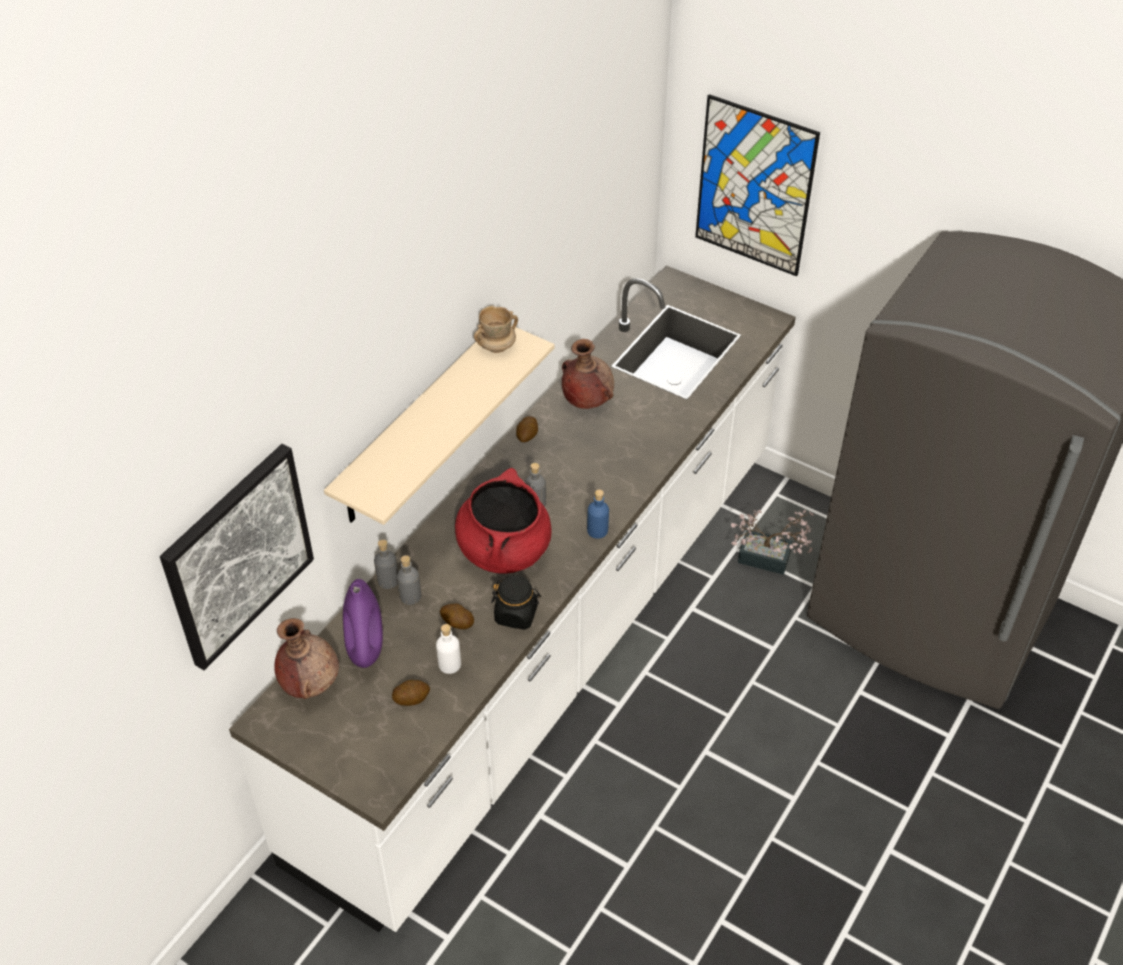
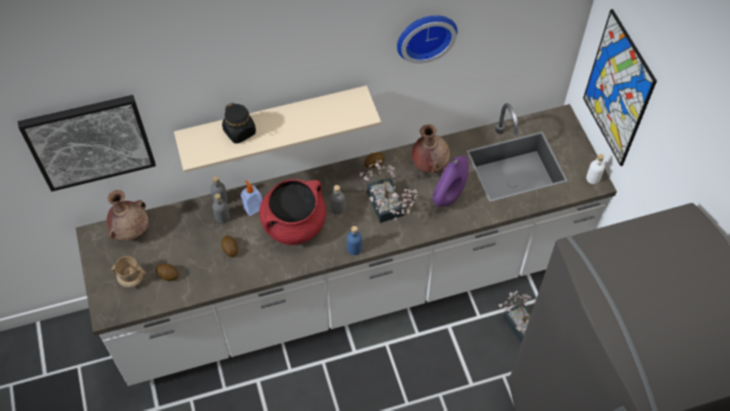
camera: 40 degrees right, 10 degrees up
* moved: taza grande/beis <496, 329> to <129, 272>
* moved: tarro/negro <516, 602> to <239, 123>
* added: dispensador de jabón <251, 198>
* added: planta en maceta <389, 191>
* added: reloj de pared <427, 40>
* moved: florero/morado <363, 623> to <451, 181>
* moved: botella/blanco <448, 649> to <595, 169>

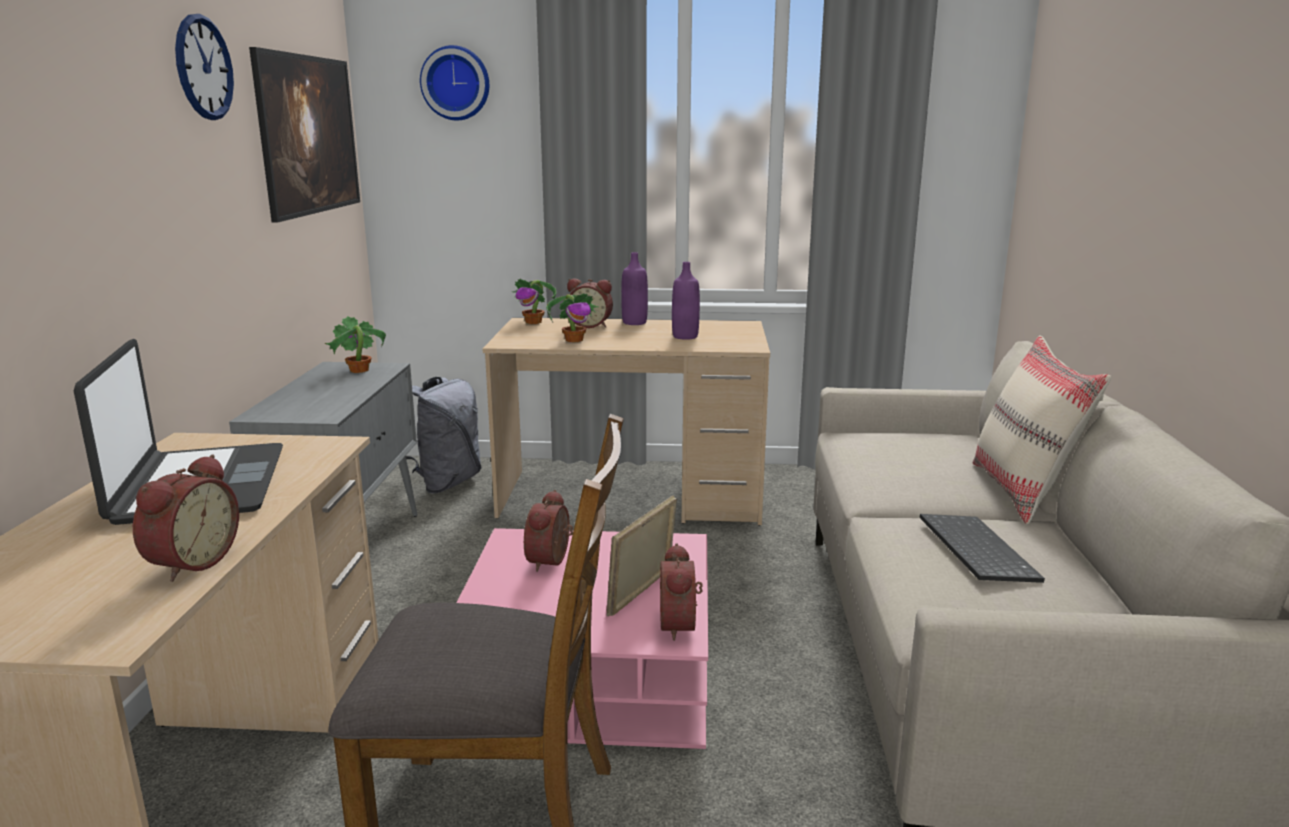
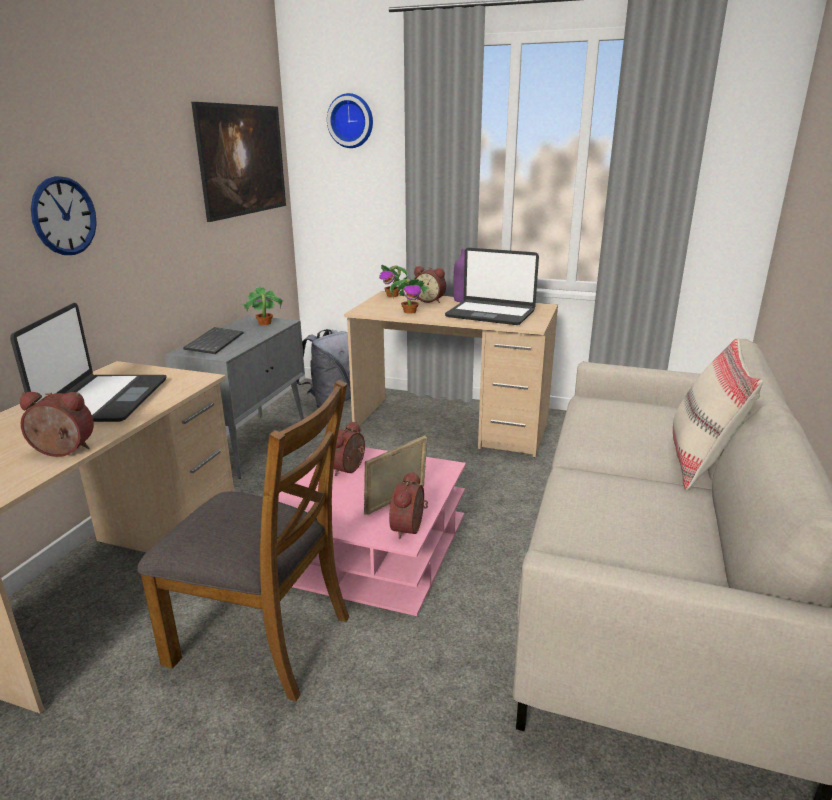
camera: 15 degrees right, 5 degrees up
* turned: despertador <186, 518> = <57, 424> 120 degrees counterclockwise
* moved: reloj de pared <204, 67> to <64, 215>
* moved: teclado <982, 548> to <213, 340>
* replaced: botella/morado <686, 301> to portátil <492, 286>

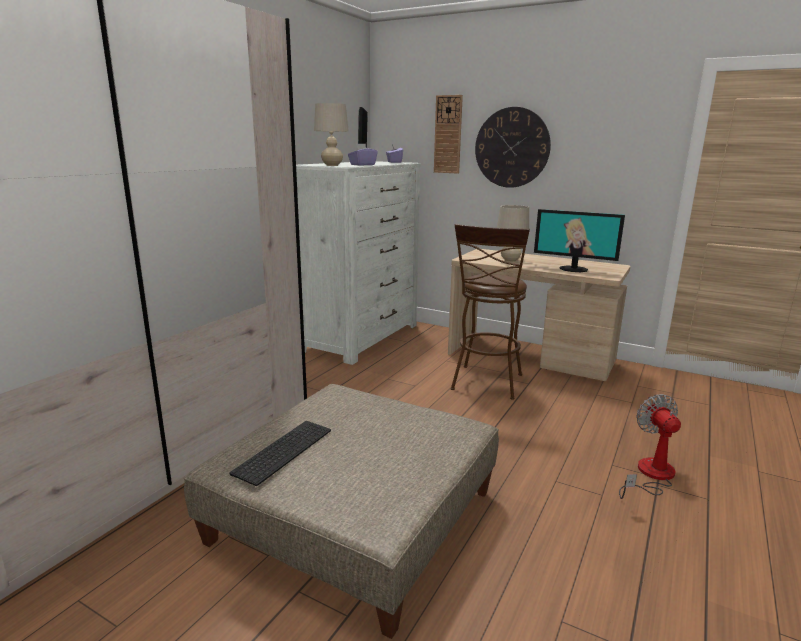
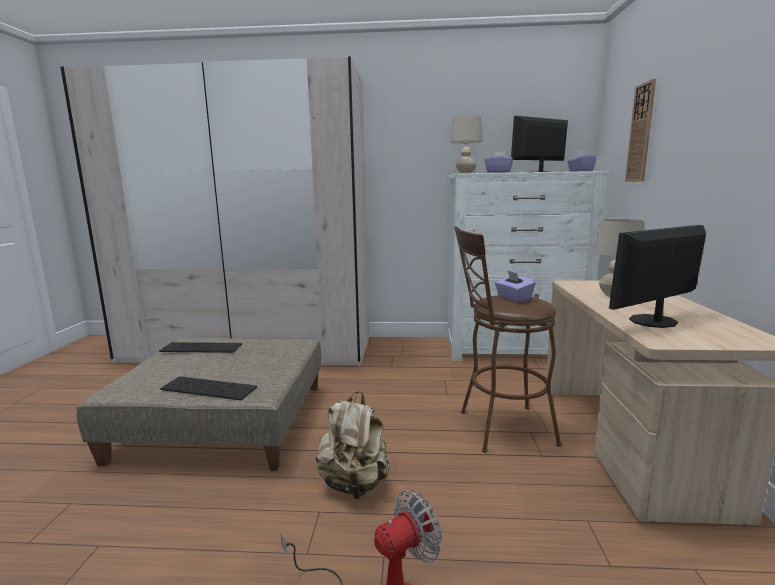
camera: 65 degrees right, 5 degrees down
* added: teclado <208, 388>
* added: mochila/beis <353, 445>
* added: caja de pañuelos/morado <515, 286>
* turned: monitor <579, 240> = <657, 276> 60 degrees clockwise
* removed: reloj de pared <513, 147>

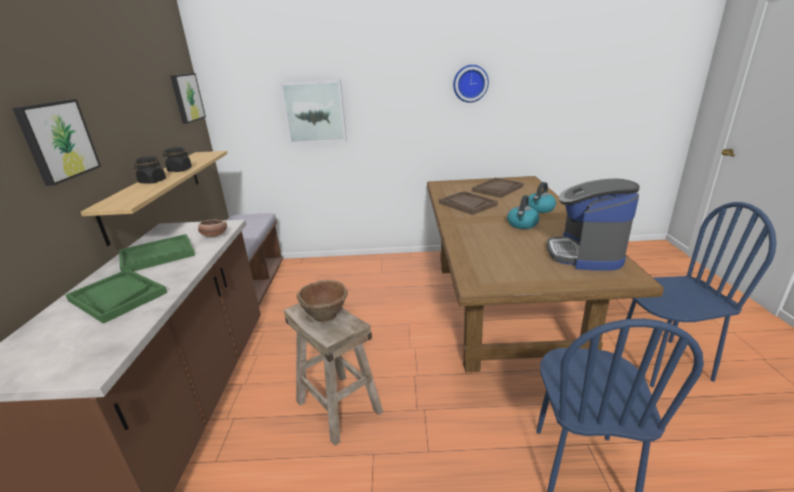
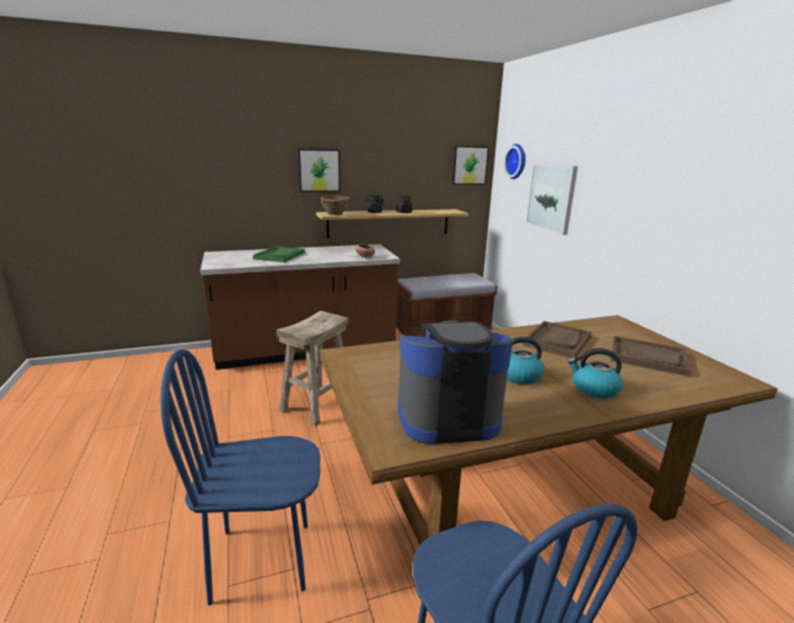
camera: 70 degrees right, 5 degrees down
* moved: cuenco/marrón <322, 301> to <335, 205>
* moved: reloj de pared <471, 84> to <515, 161>
* removed: bandeja/verde <157, 253>

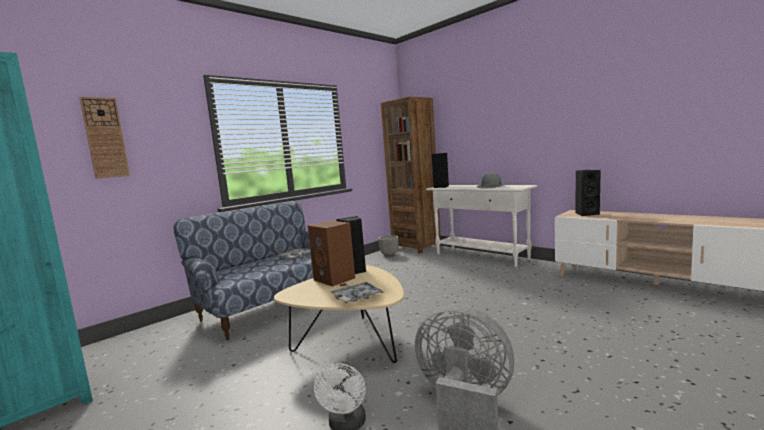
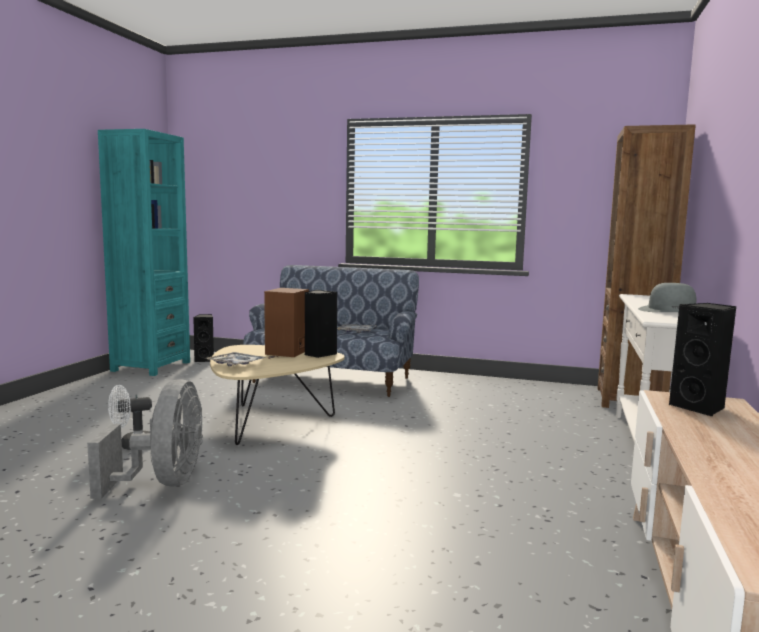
camera: 60 degrees right, 0 degrees up
* moved: altavoz/negro <440, 170> to <203, 338>
* removed: reloj de pared <104, 138>
* removed: maceta <388, 246>

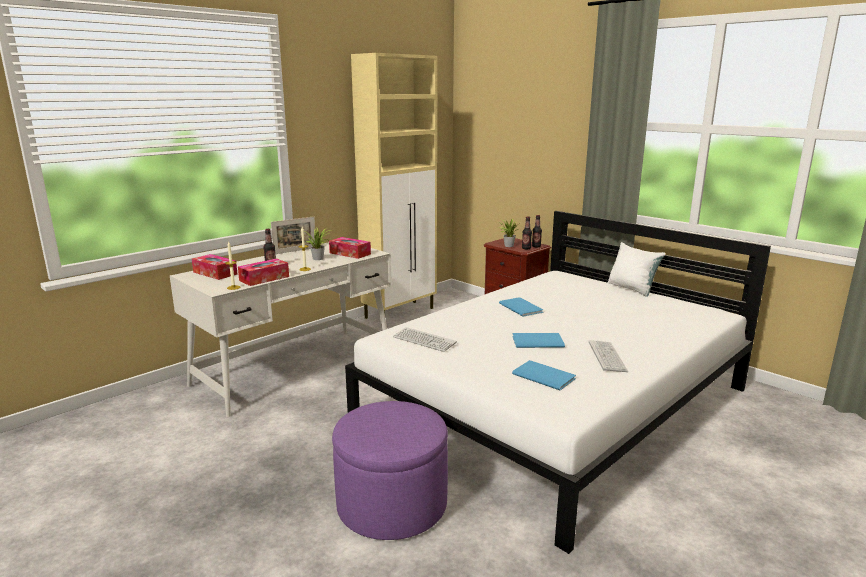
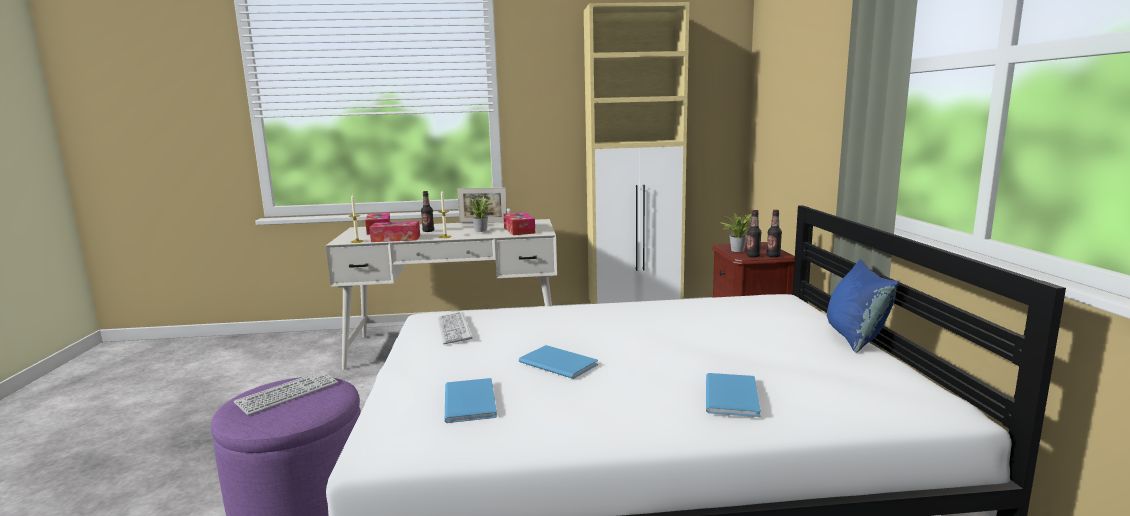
camera: 40 degrees right, 5 degrees down
* moved: teclado <608, 356> to <286, 393>
* moved: libro/azul <521, 307> to <733, 395>
* recoloured: cojín/blanco <636, 269> to cojín/azul <862, 306>

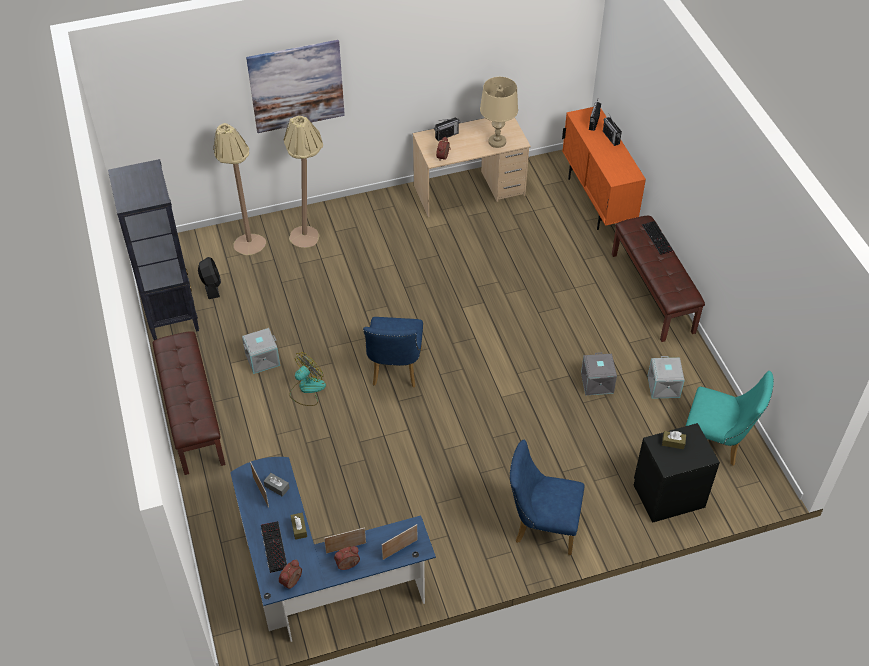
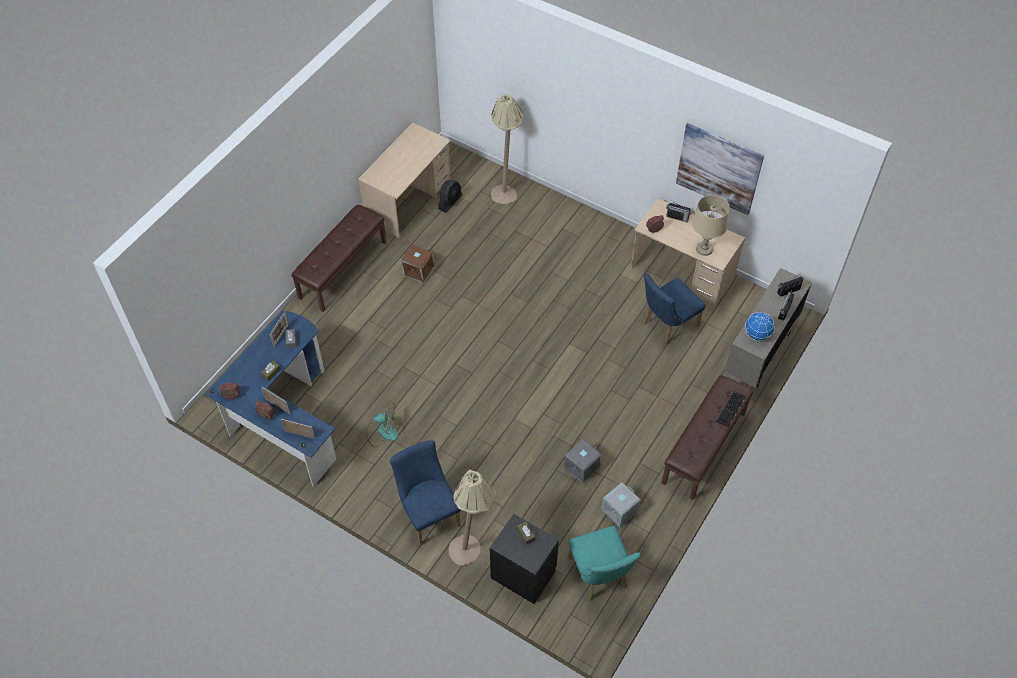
camera: 50 degrees right, 5 degrees up
* replaced: estantería/negro <153, 249> to escritorio/beis <404, 180>
* moved: ventilador <307, 379> to <382, 424>
* recoloured: caja de almacenaje/gris <261, 351> to caja de almacenaje/marrón <417, 264>
* moved: lámpara de pie/beis <303, 182> to <473, 517>
* moved: silla/azul <393, 352> to <674, 309>
* moved: cuadro <295, 86> to <720, 169>
* recoloured: armario/naranja <604, 168> to armario/beis <768, 328>
* added: globo terráqueo <760, 326>
* removed: teclado <274, 547>

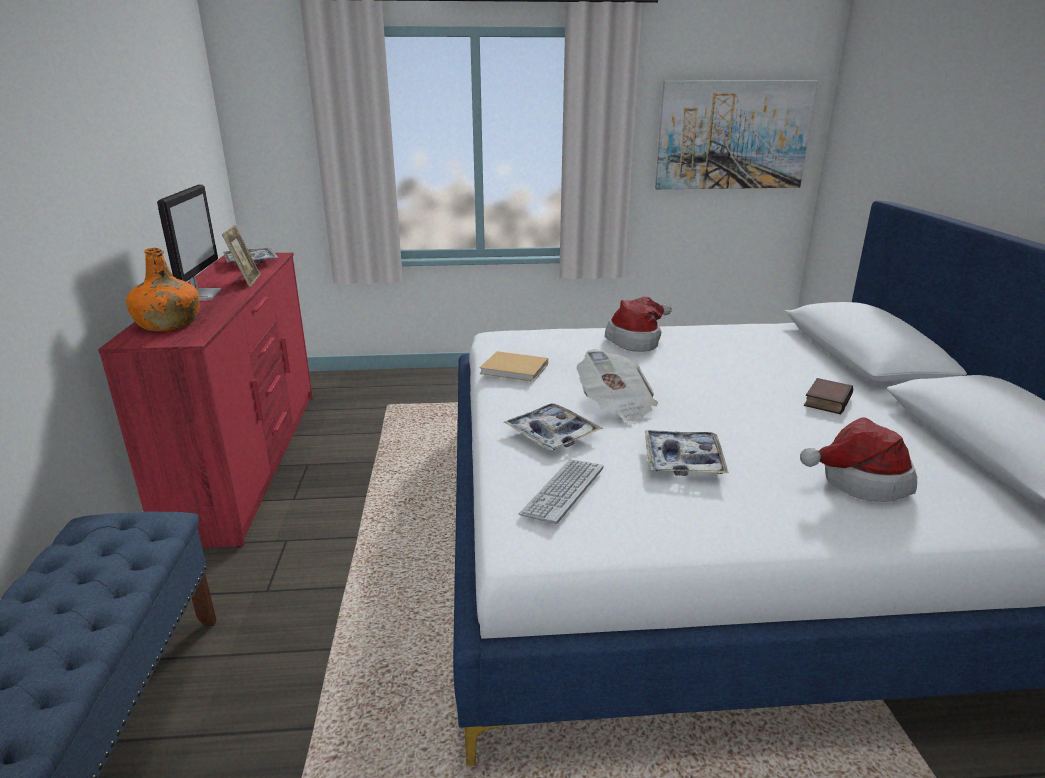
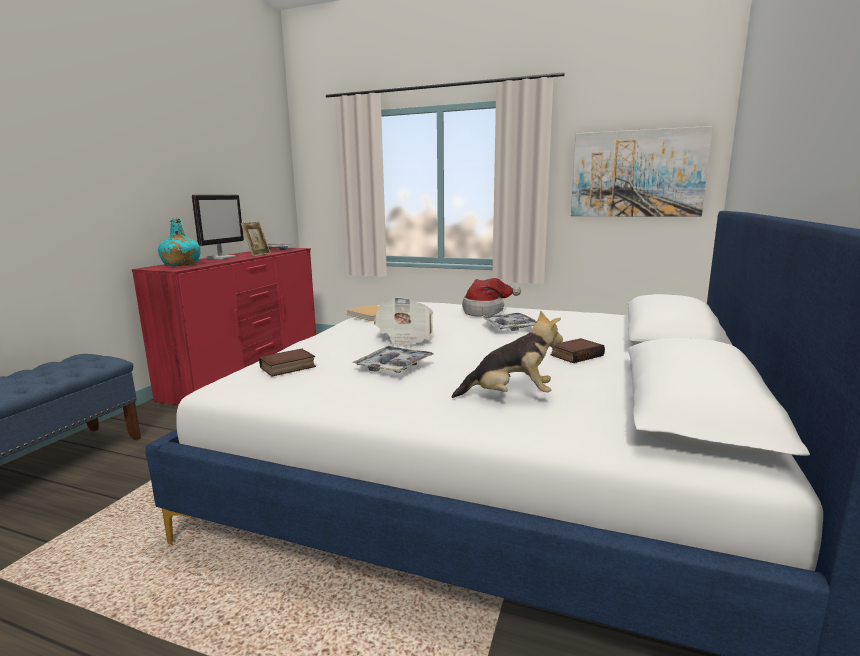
camera: 25 degrees right, 10 degrees down
* recoloured: botella/naranja <163, 289> to botella/turquesa <179, 242>
* replaced: teclado <561, 492> to libro <287, 362>
* replaced: sombrero <858, 459> to peluche <507, 354>
* moved: bandeja <553, 426> to <509, 322>

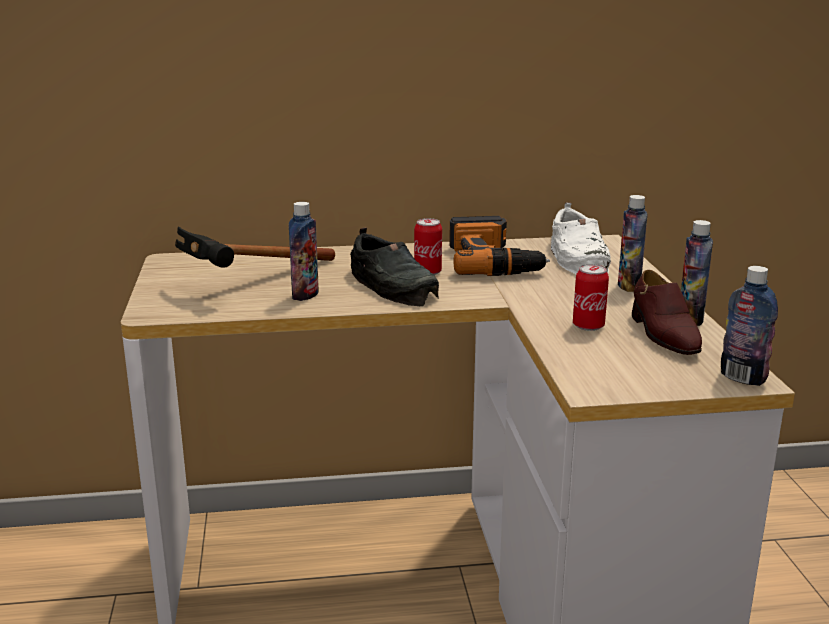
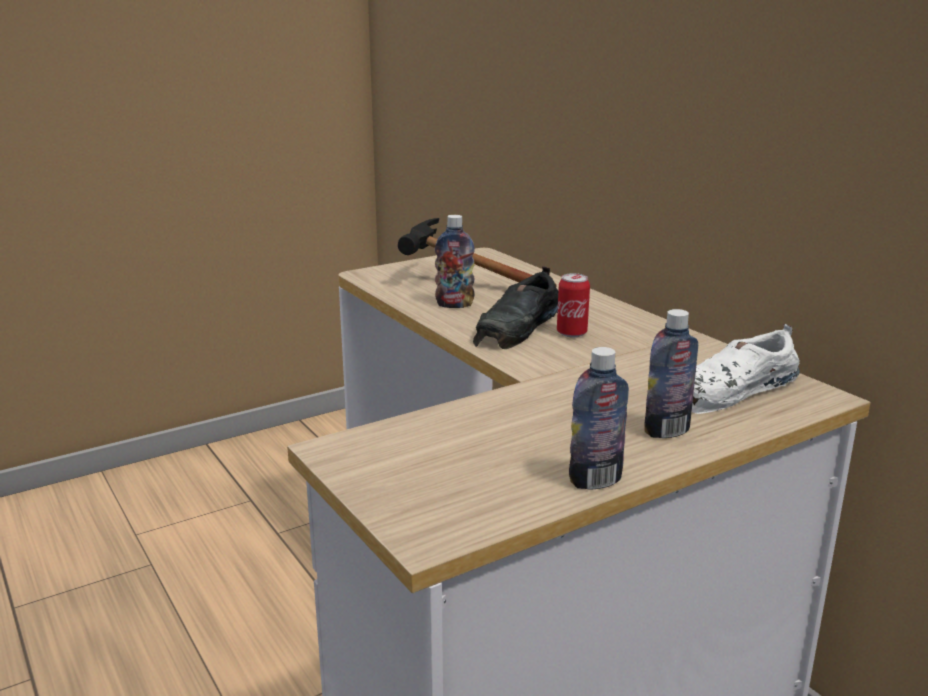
camera: 65 degrees right, 0 degrees up
* removed: taladro <499, 246>
* removed: lata <591, 297>
* removed: zapato/marrón <667, 312>
* removed: botella <749, 326>

